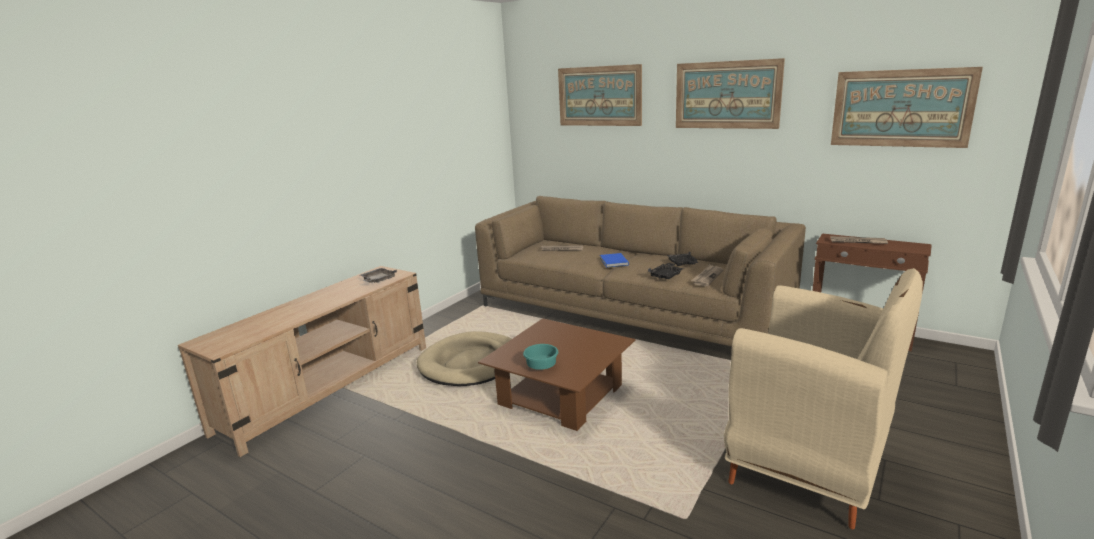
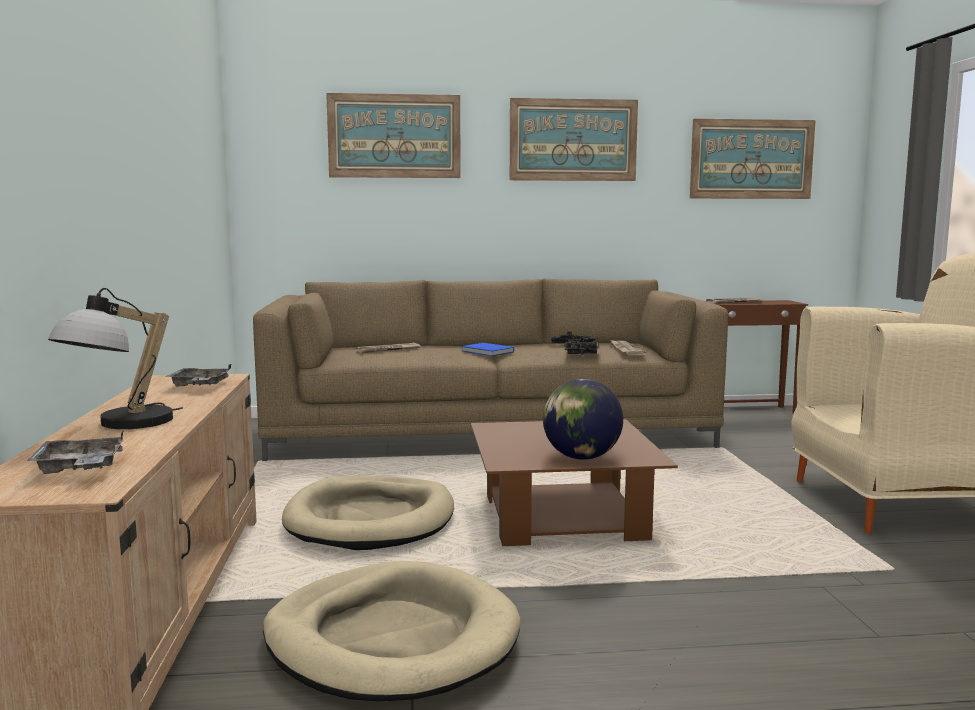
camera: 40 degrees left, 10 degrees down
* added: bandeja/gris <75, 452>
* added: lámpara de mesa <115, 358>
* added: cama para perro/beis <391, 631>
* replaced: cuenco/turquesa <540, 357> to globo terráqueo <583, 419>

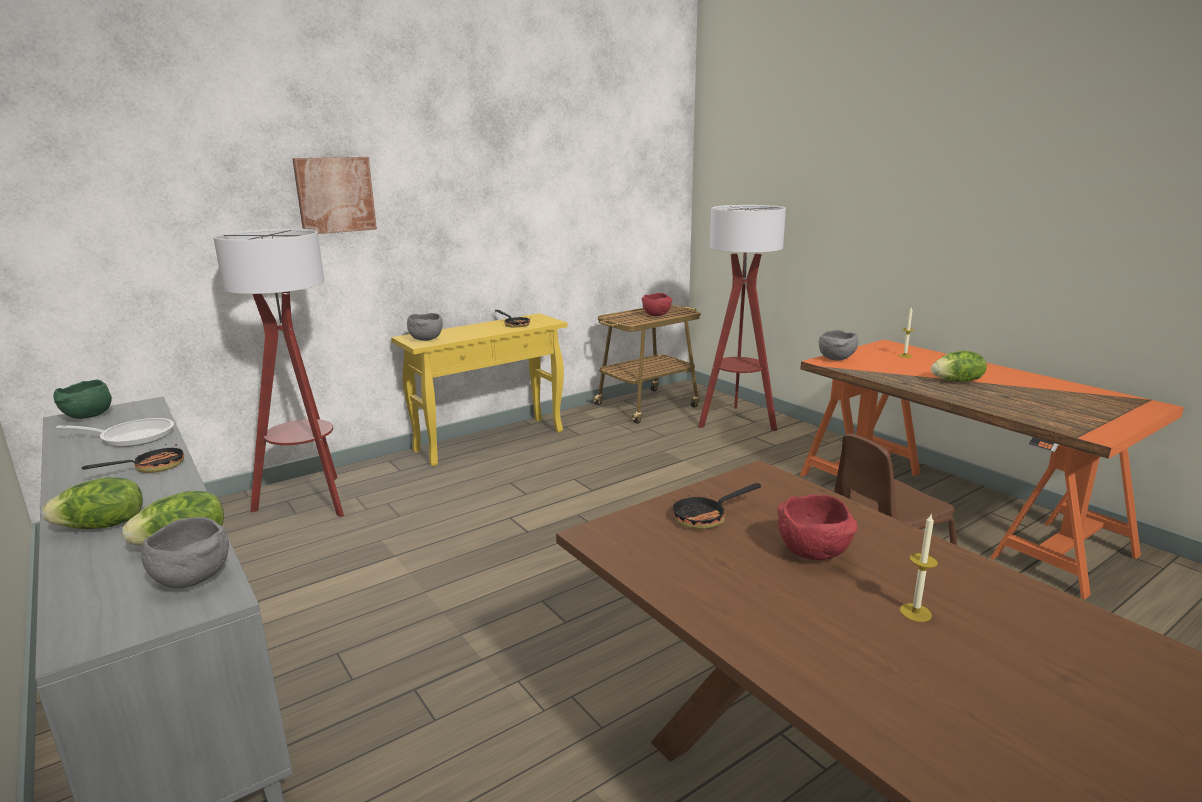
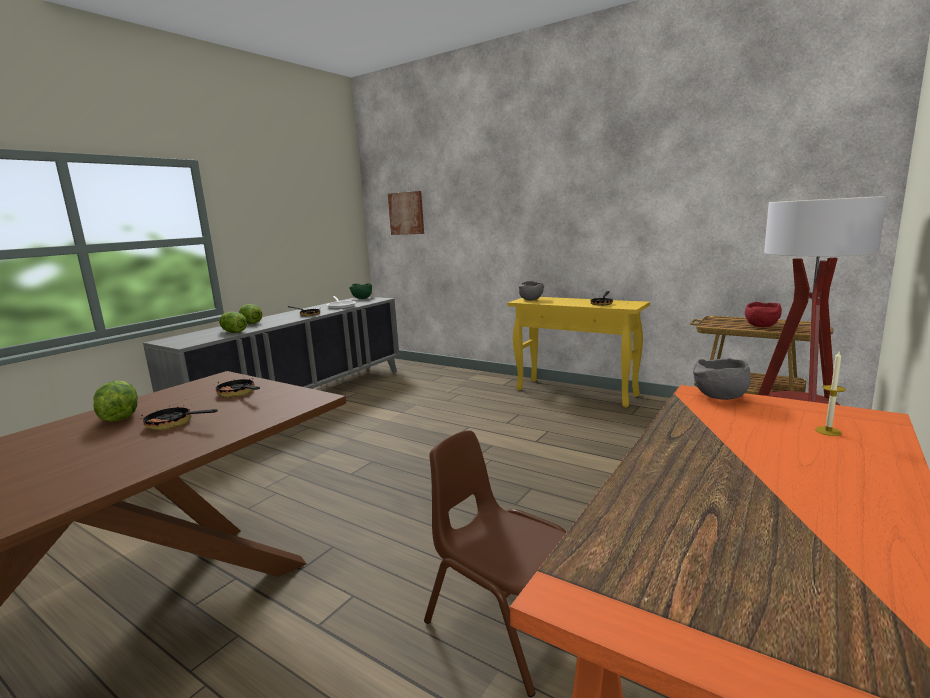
camera: 70 degrees right, 5 degrees down
* moved: lechuga <959, 366> to <115, 401>
* replaced: cuenco/rojo <817, 527> to sartén <179, 417>
* moved: cuadro <334, 195> to <406, 213>
* removed: cuenco/gris <185, 552>
* removed: lámpara de pie <278, 373>
* removed: vela <919, 568>

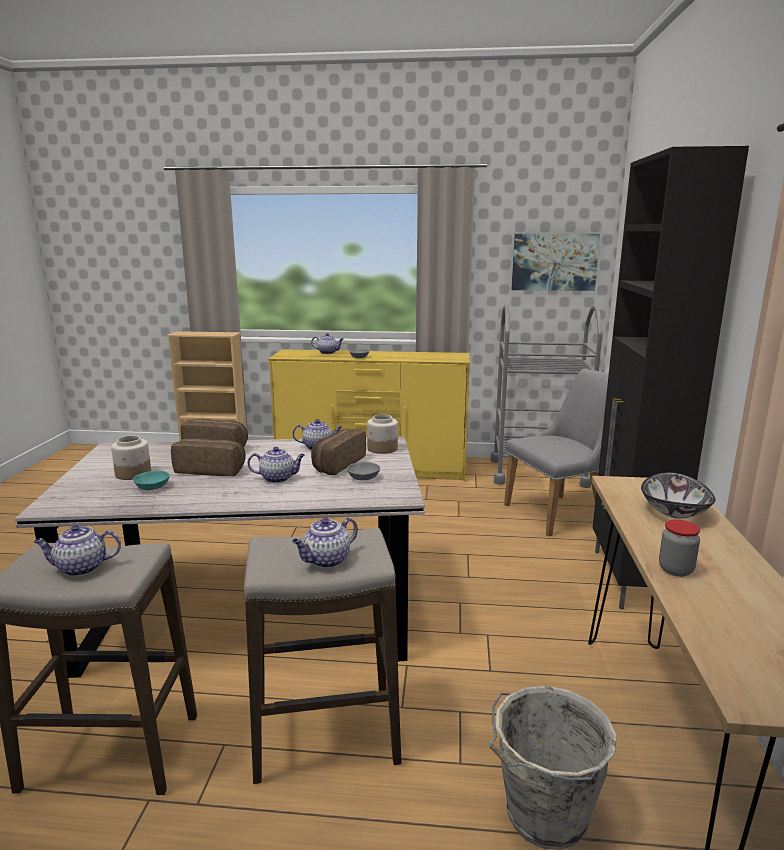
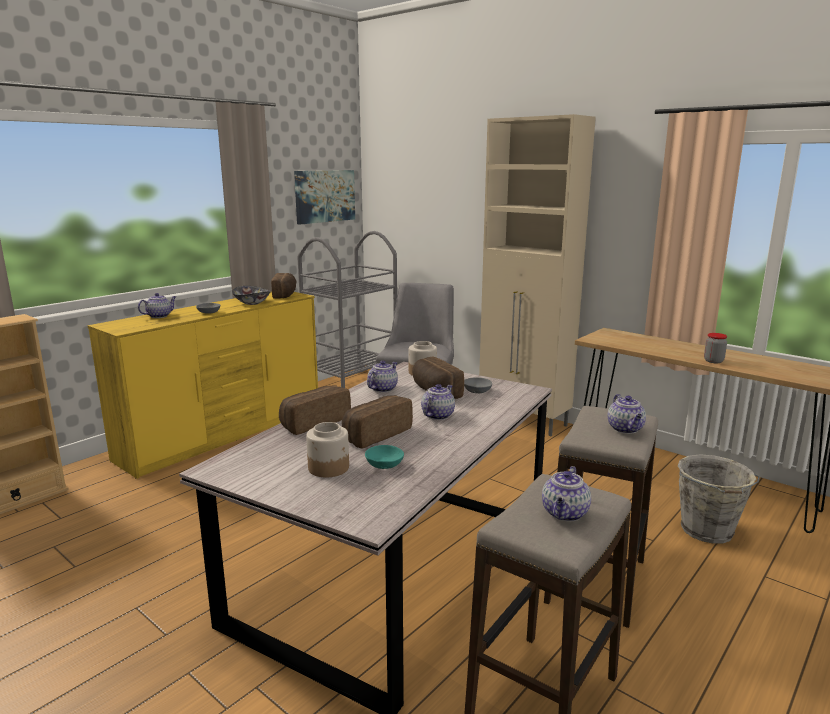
camera: 55 degrees left, 0 degrees up
* moved: cuenco <678, 496> to <251, 295>
* added: pan <284, 286>
* recoloured: armario/negro <671, 377> to armario/beis <537, 275>

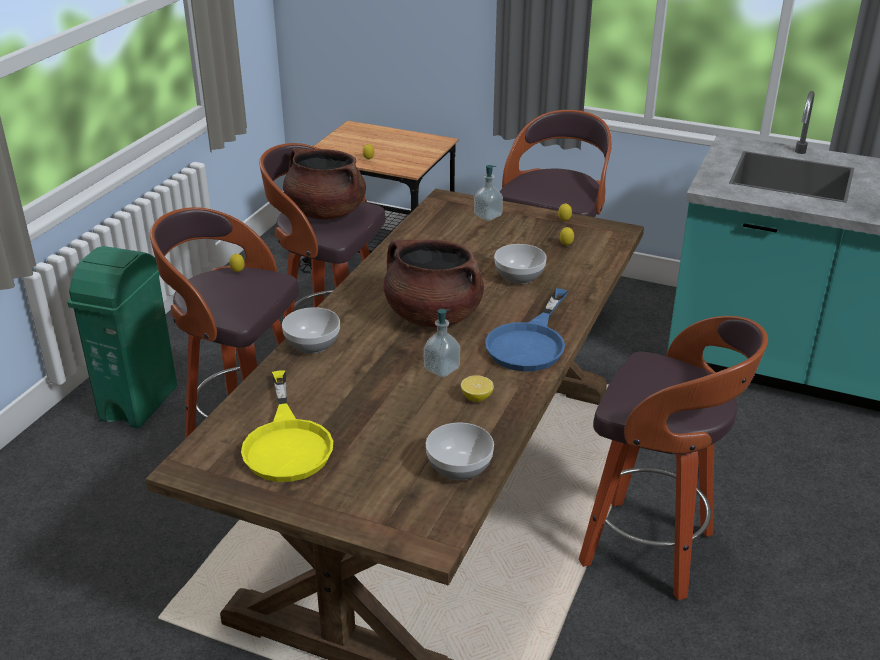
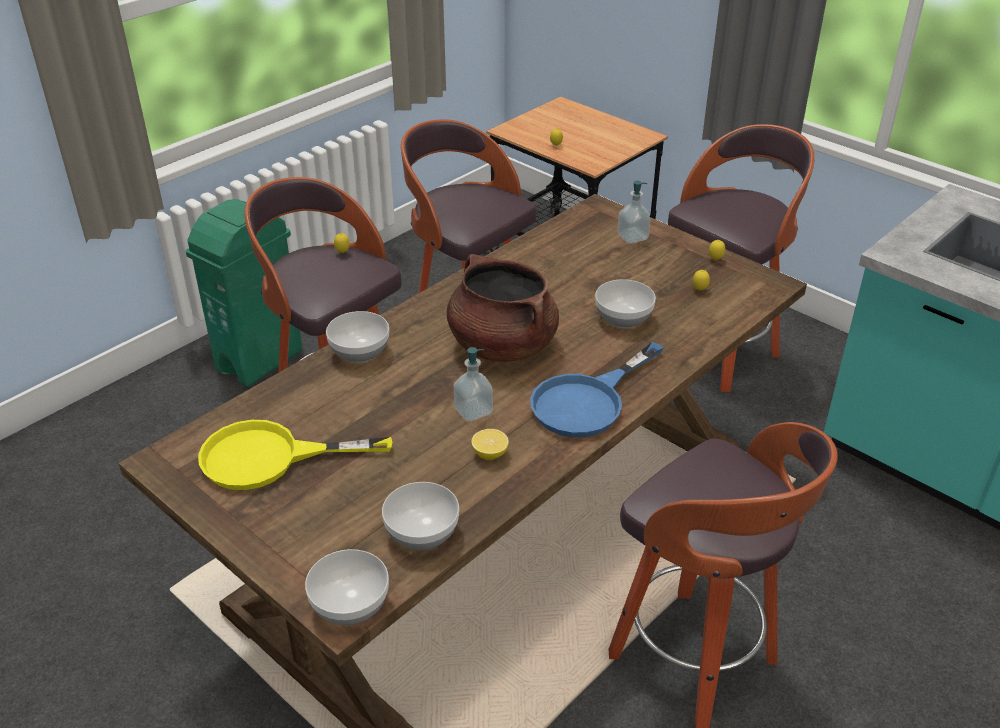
camera: 20 degrees right, 5 degrees up
* turned: sartén/amarillo <287, 426> = <295, 455> 75 degrees clockwise
* added: cuenco <347, 587>
* removed: olla/marrón <324, 184>

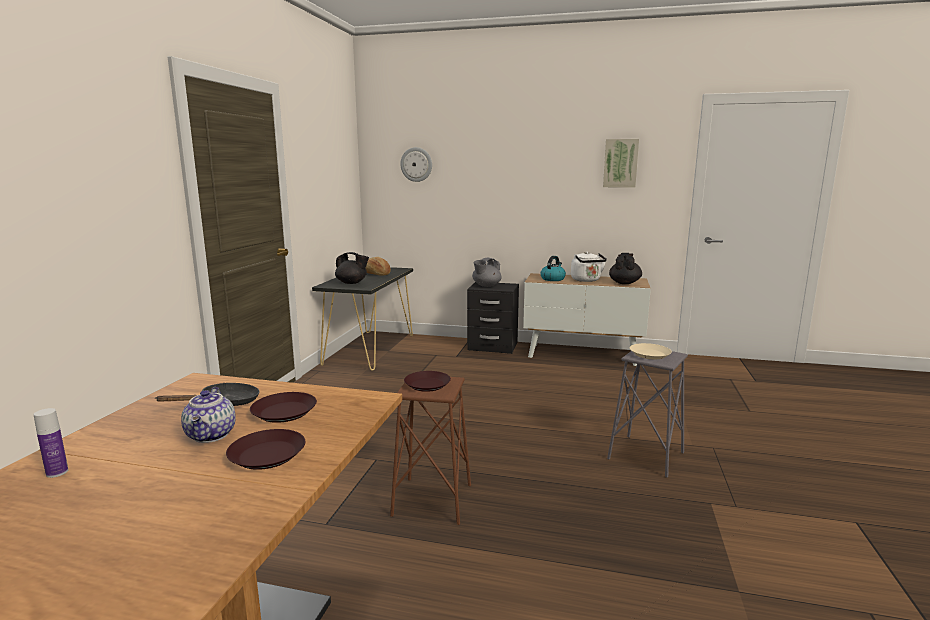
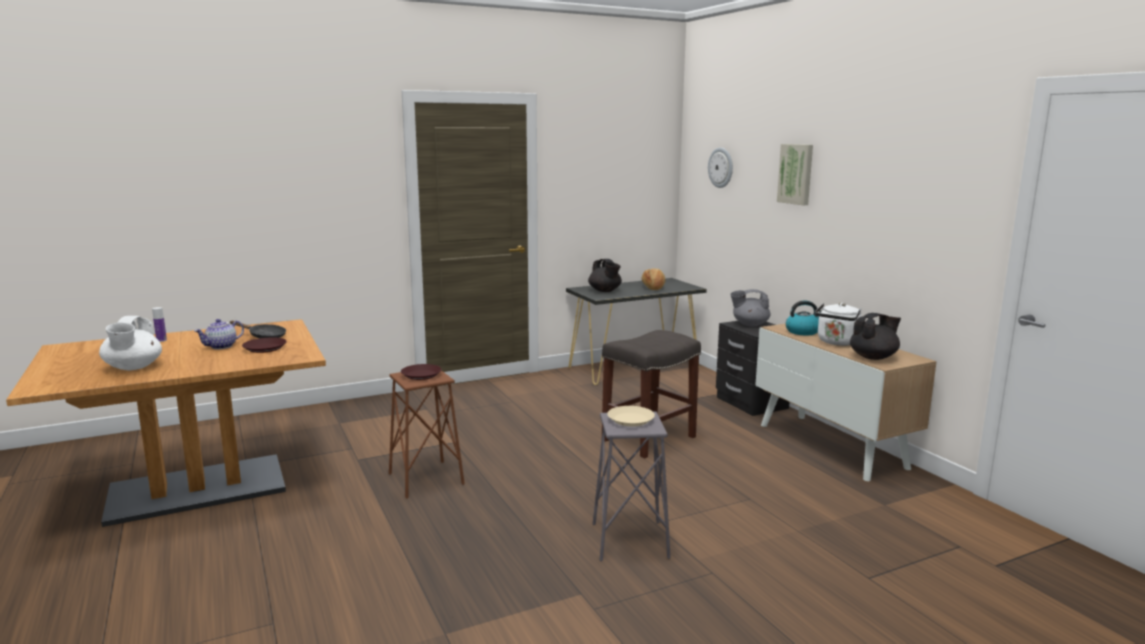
camera: 50 degrees right, 0 degrees up
* added: tetera/blanco <130, 343>
* added: taburete/gris <651, 394>
* moved: cuadro <621, 163> to <795, 174>
* removed: plato/marrón <265, 449>

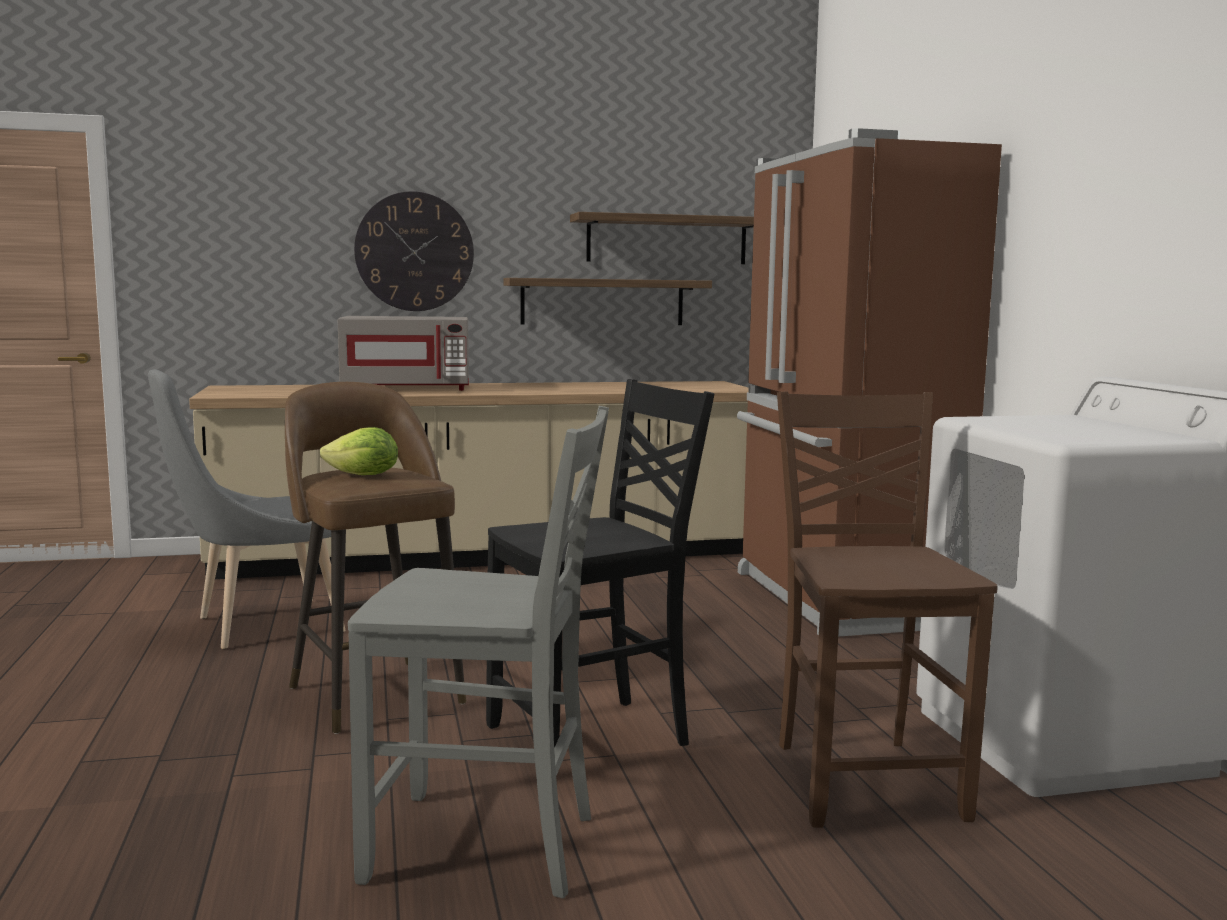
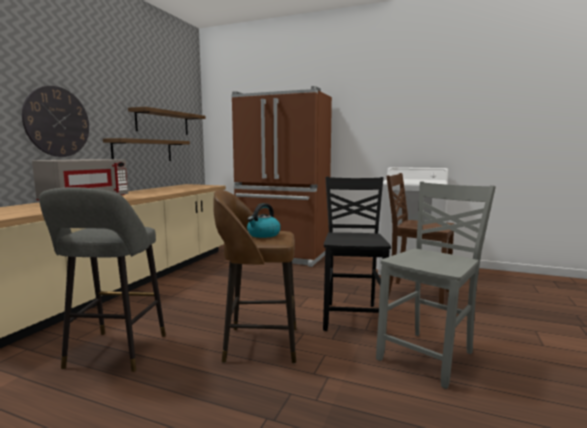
camera: 55 degrees left, 0 degrees up
* replaced: silla/gris <247, 509> to taburete/gris <102, 279>
* replaced: lechuga <359, 451> to hervidor <264, 220>

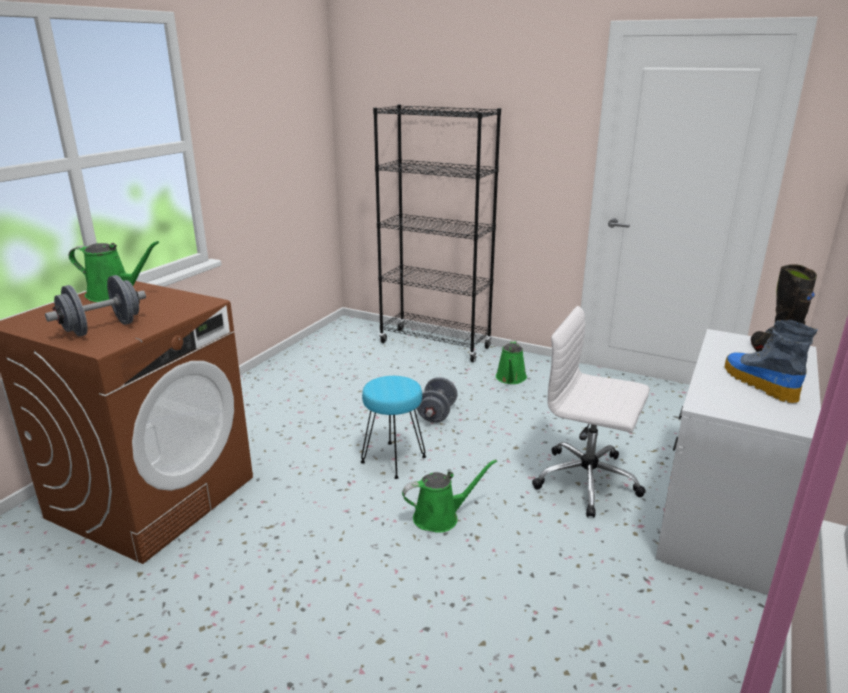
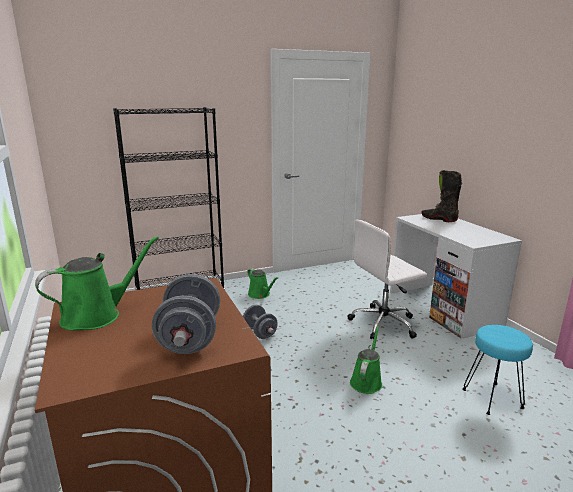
camera: 50 degrees left, 5 degrees down
* moved: taburete/turquesa <393, 427> to <497, 370>
* removed: bota <771, 361>

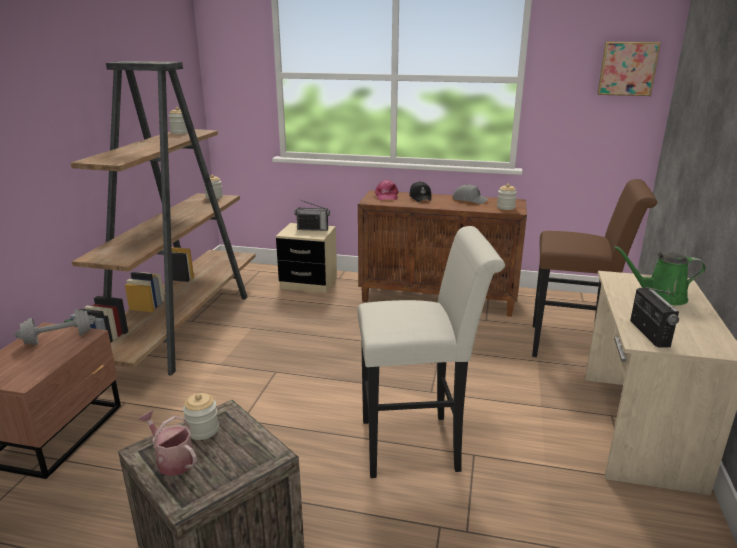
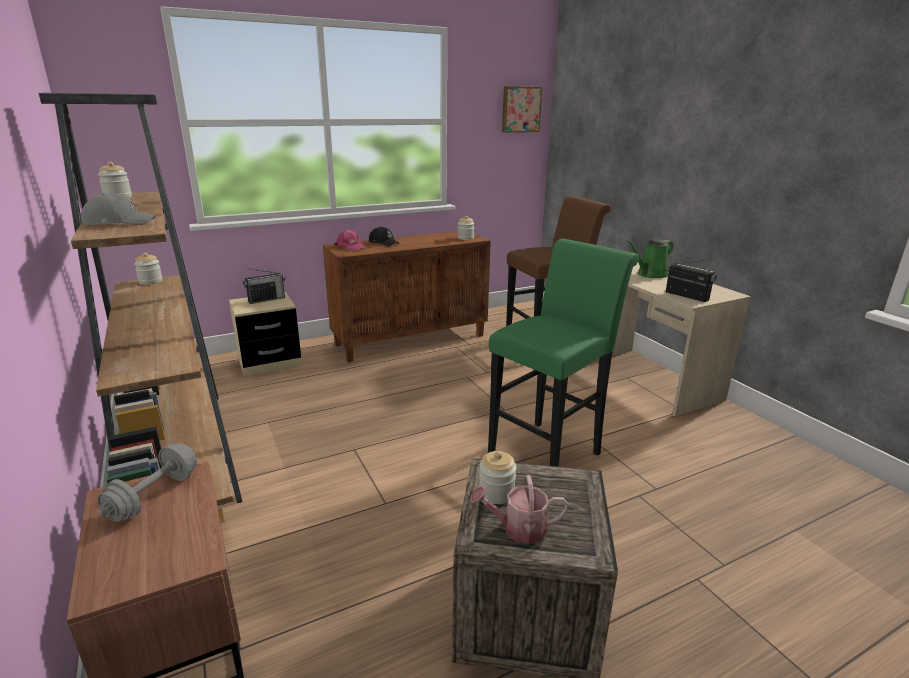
camera: 40 degrees left, 0 degrees up
* moved: gorra/gris <470, 194> to <118, 209>
* recoloured: taburete/blanco <431, 352> to taburete/verde <563, 353>

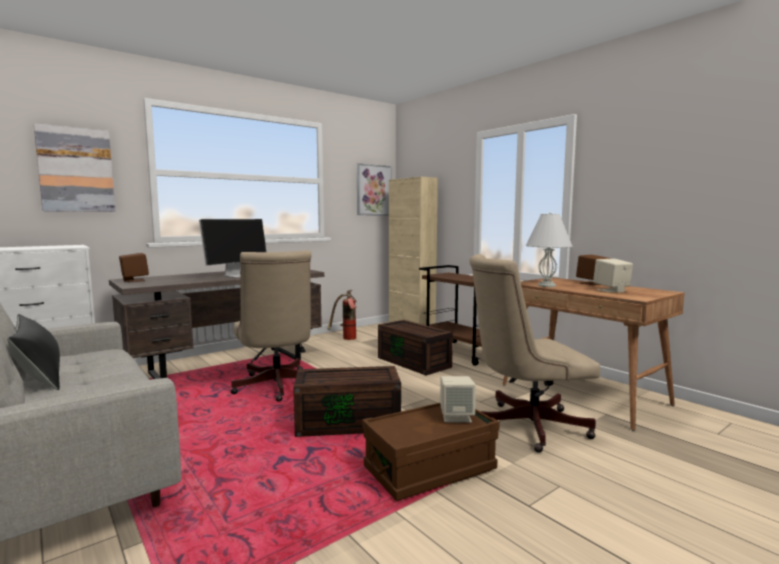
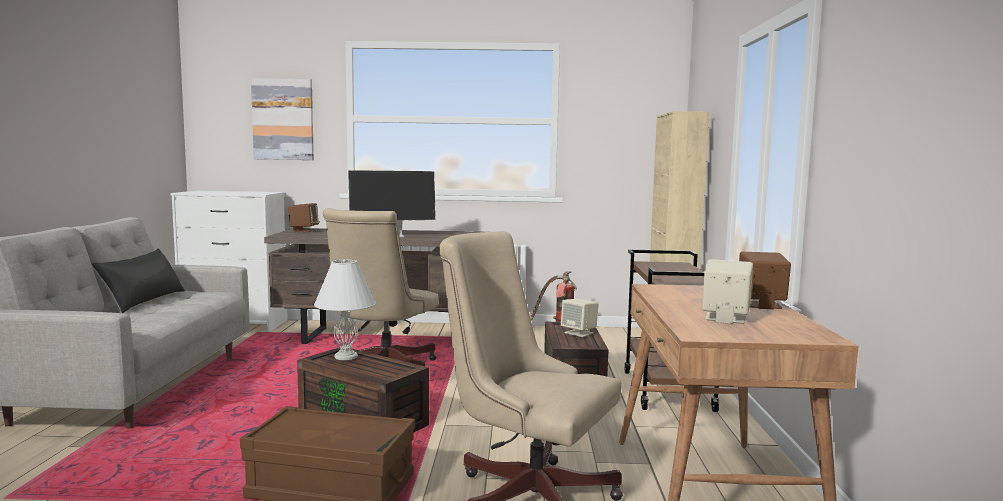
camera: 40 degrees right, 0 degrees up
* moved: lámpara de mesa/blanco <549, 249> to <345, 309>
* moved: altavoz/beis <458, 399> to <580, 318>
* removed: cuadro <374, 189>

